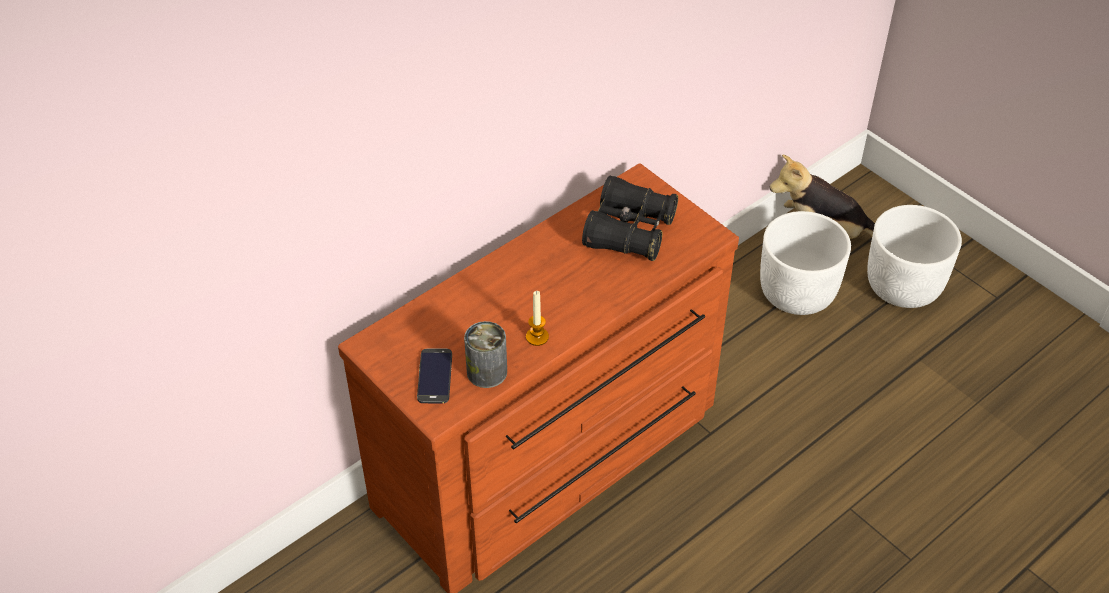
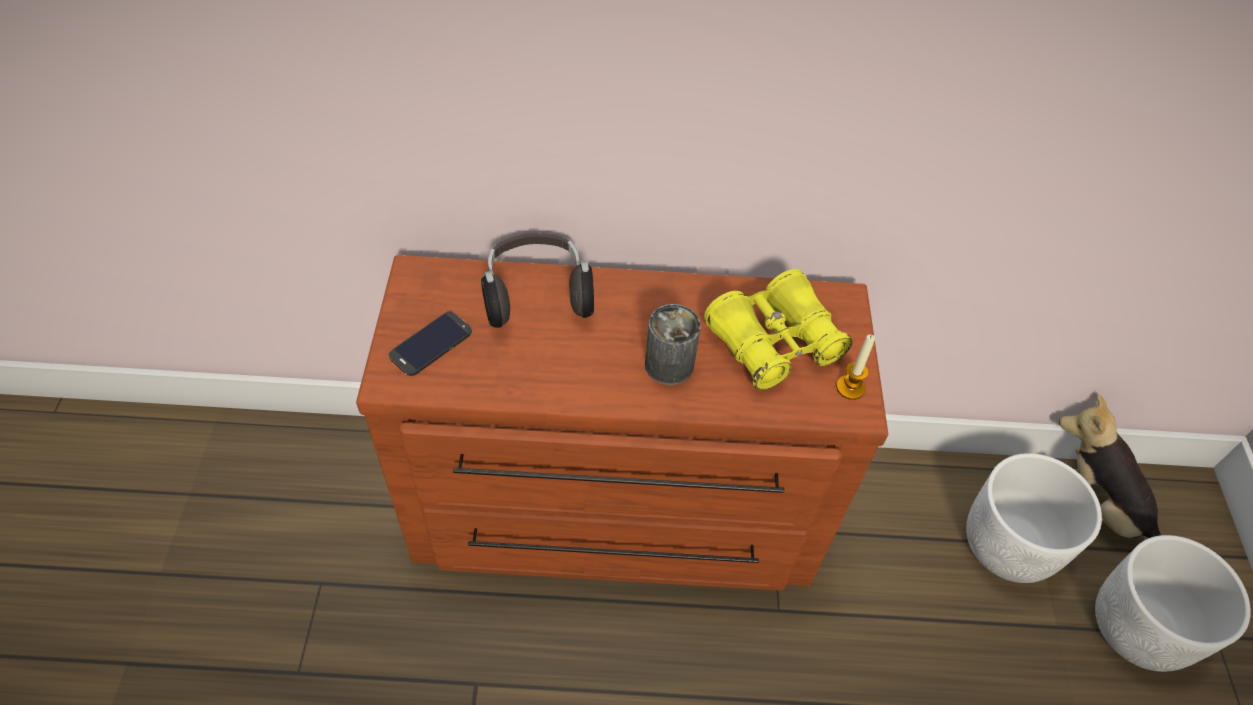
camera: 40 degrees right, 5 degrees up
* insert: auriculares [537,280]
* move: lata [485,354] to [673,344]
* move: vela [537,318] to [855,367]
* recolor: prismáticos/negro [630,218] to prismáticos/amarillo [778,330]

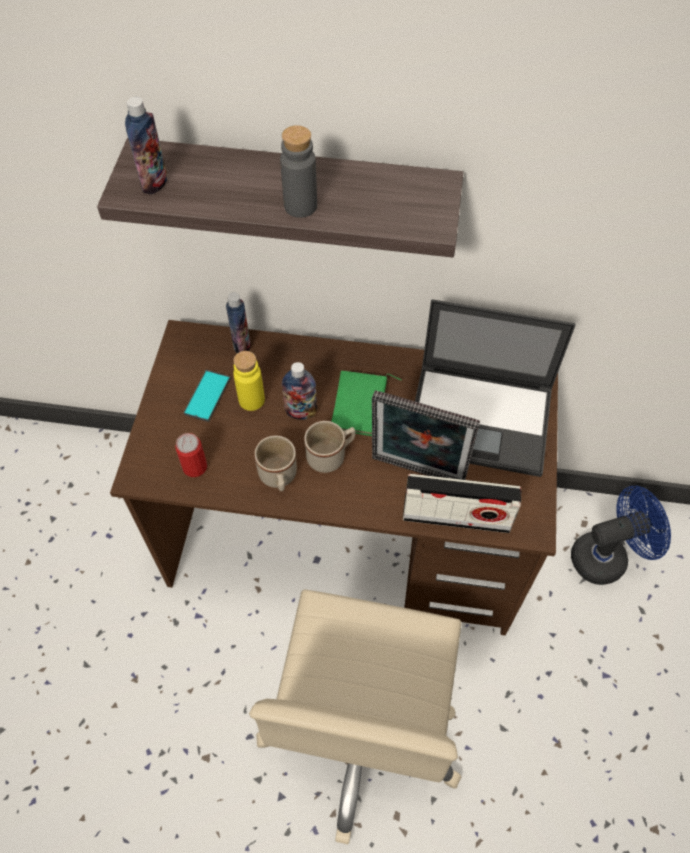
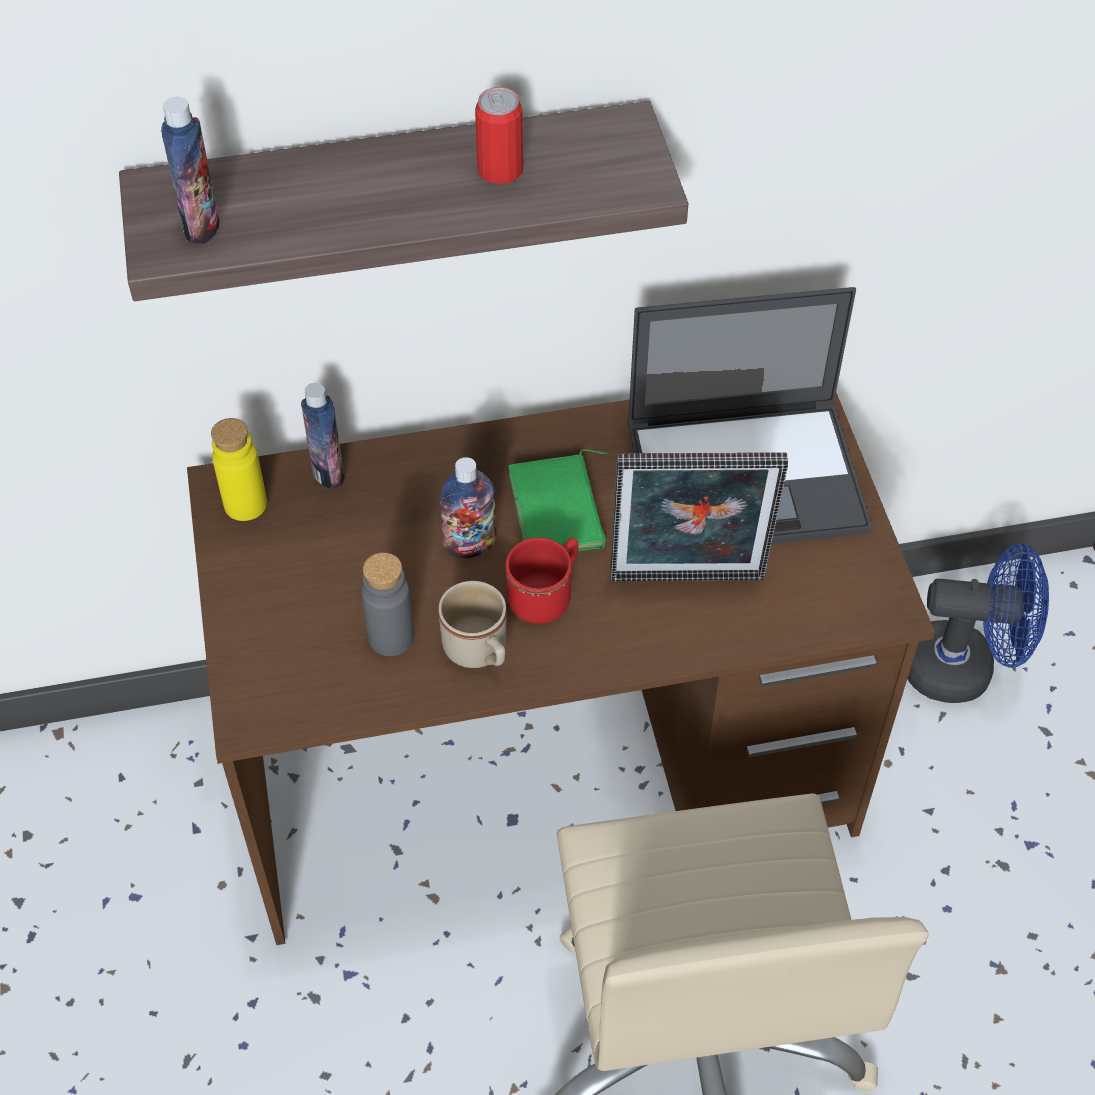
camera: 20 degrees left, 5 degrees down
* delete: móvil [207,396]
* delete: radio [462,503]
* move: lata [191,455] to [499,135]
* move: botella/amarillo [249,381] to [239,469]
* move: botella/gris [298,171] to [388,604]
* recolor: taza grande/beis [329,447] to taza grande/rojo [542,580]
* rotate: ventilador/azul [621,535] = [978,623] 45 degrees clockwise

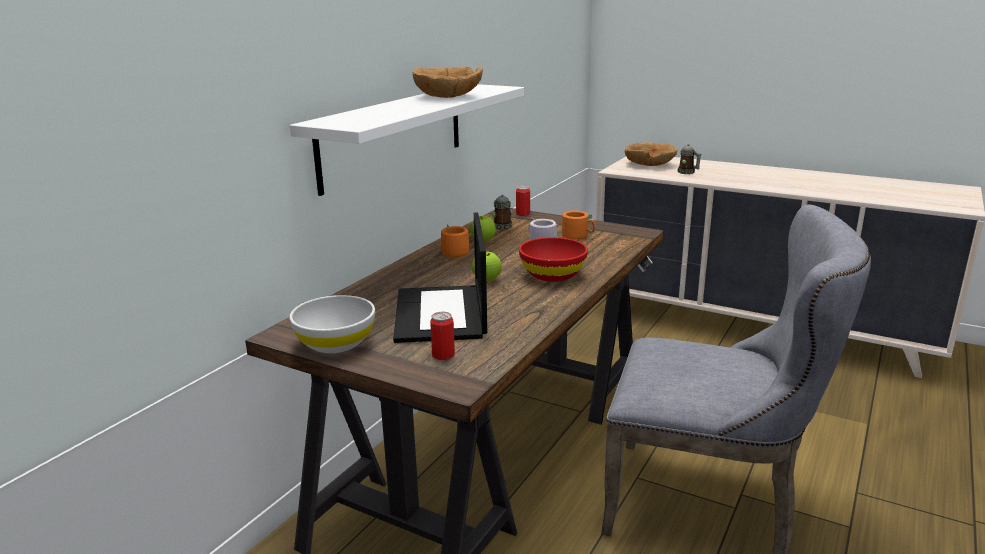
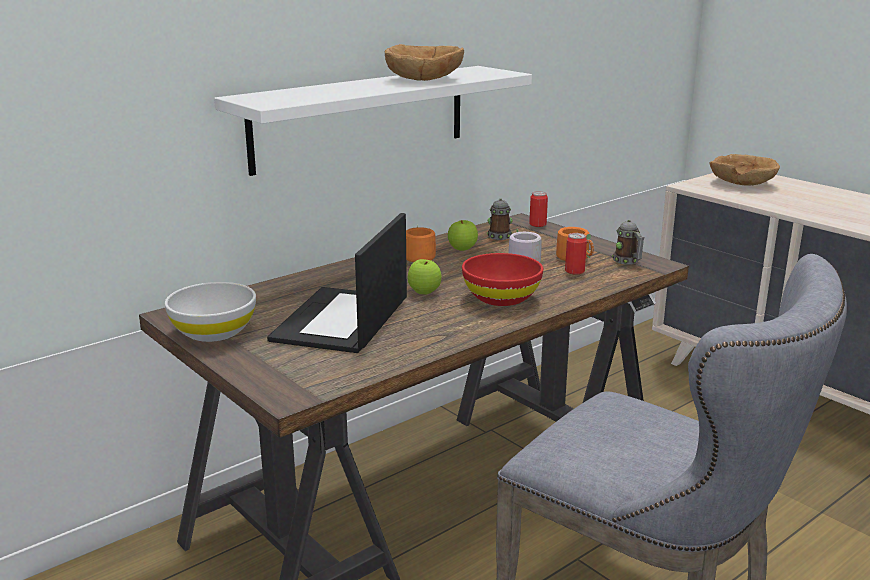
camera: 20 degrees right, 0 degrees up
* move: lata [442,336] to [576,253]
* move: taza grande [689,159] to [628,242]

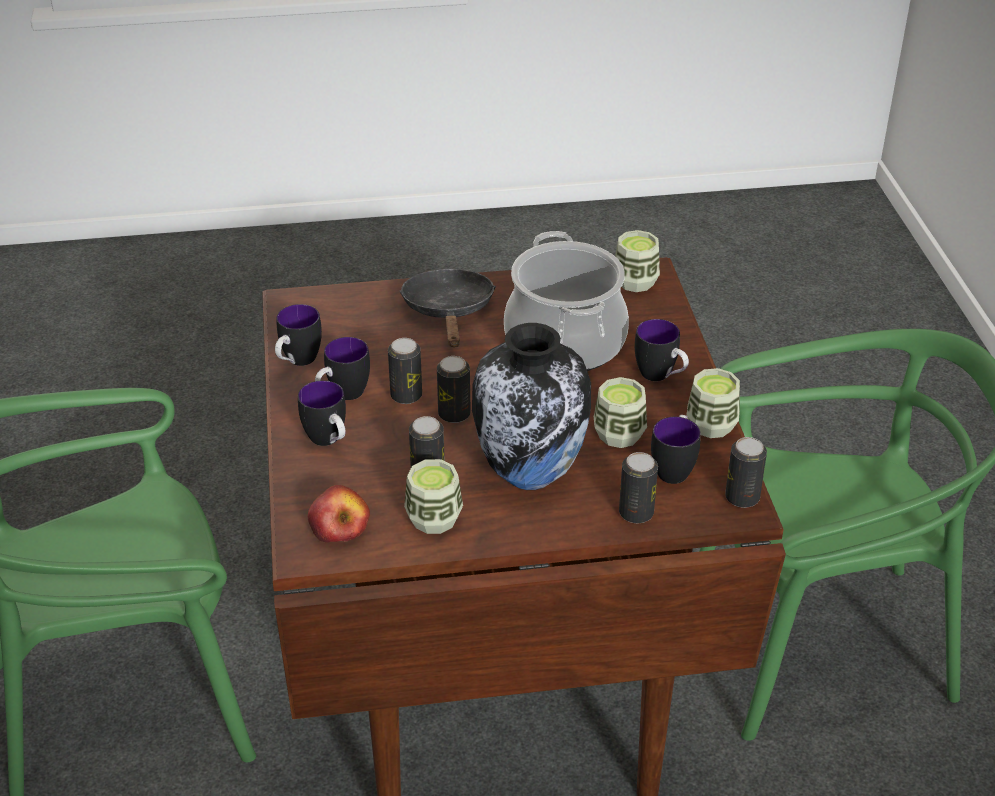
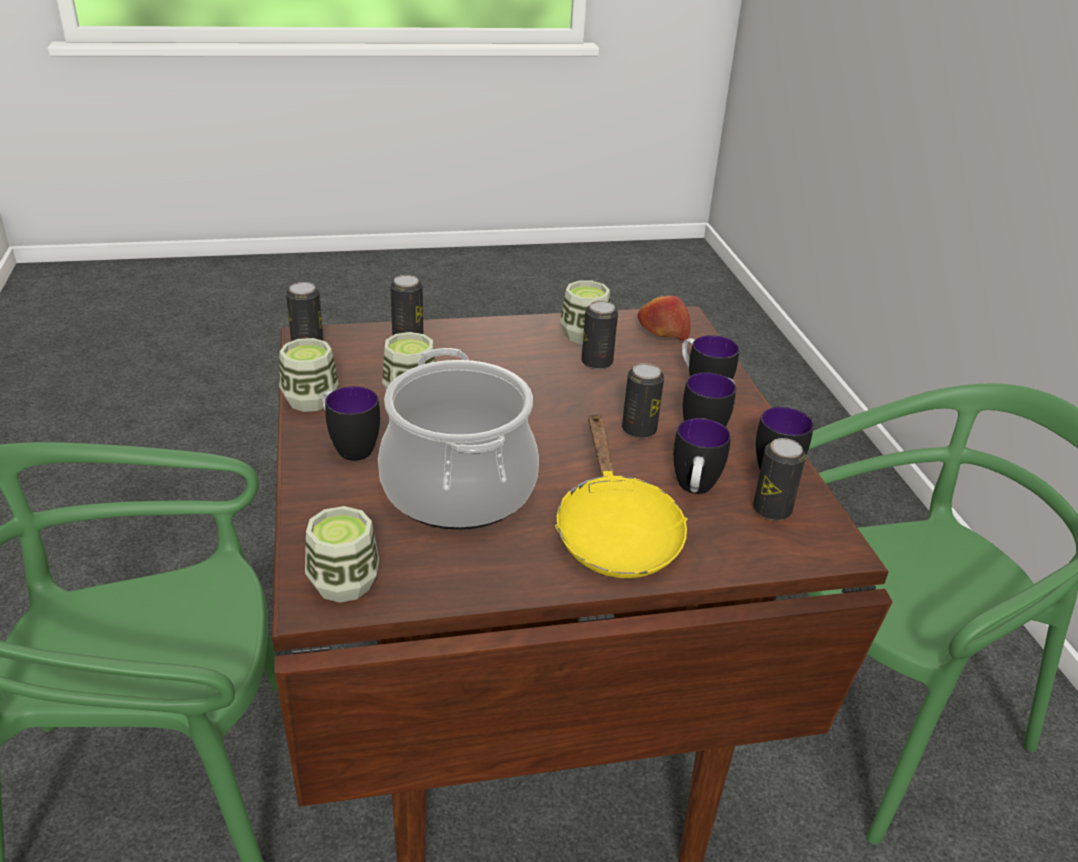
camera: 175 degrees right, 5 degrees down
* delete: florero [531,406]
* move: lata [454,389] to [779,479]
* move: taza grande [676,449] to [702,456]
* recolor: sartén/negro [447,308] to sartén/amarillo [621,495]

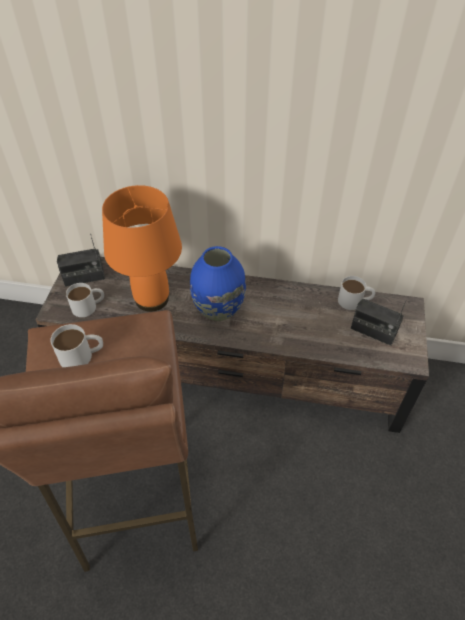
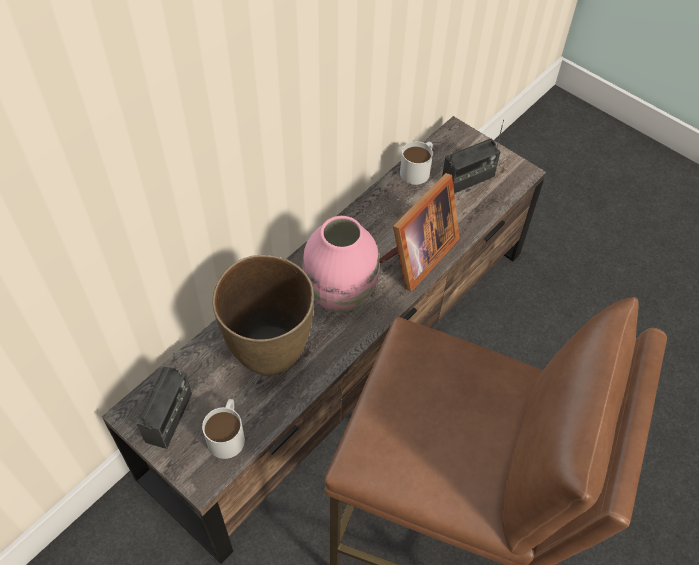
camera: 60 degrees left, 5 degrees up
* delete: taza grande/blanco [76,345]
* insert: portarretratos [419,232]
* replace: lámpara de mesa/naranja [142,248] to florero/marrón [263,315]
* recolor: florero/azul [218,283] to florero/rosa [340,264]

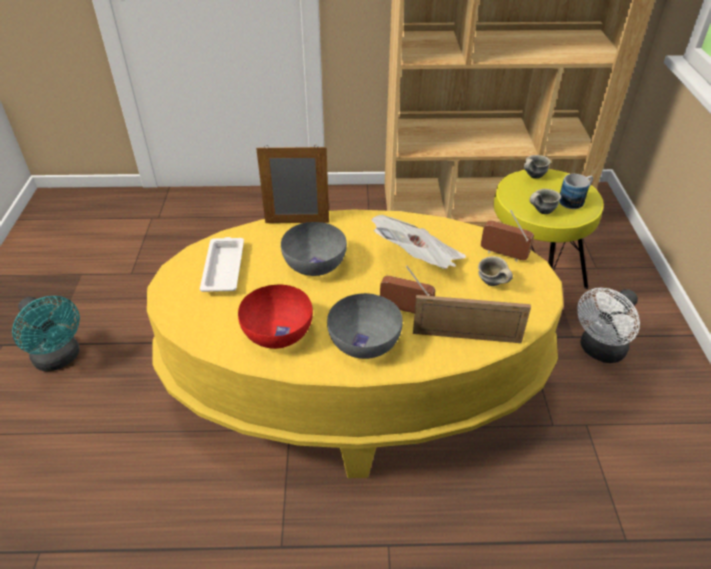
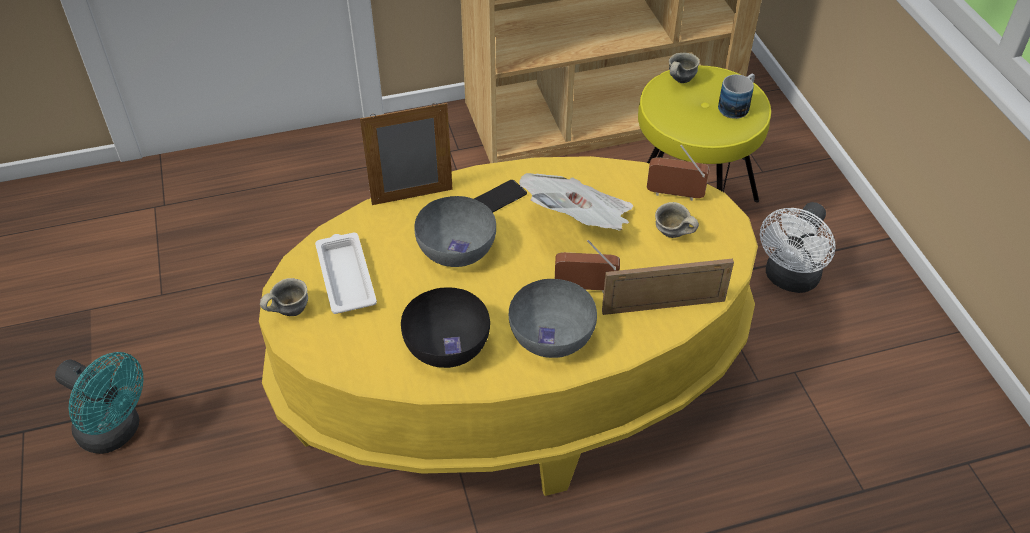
camera: 15 degrees left, 5 degrees up
* insert: móvil [500,196]
* move: taza grande/gris [545,201] to [284,297]
* recolor: cuenco/rojo [275,316] to cuenco/negro [445,327]

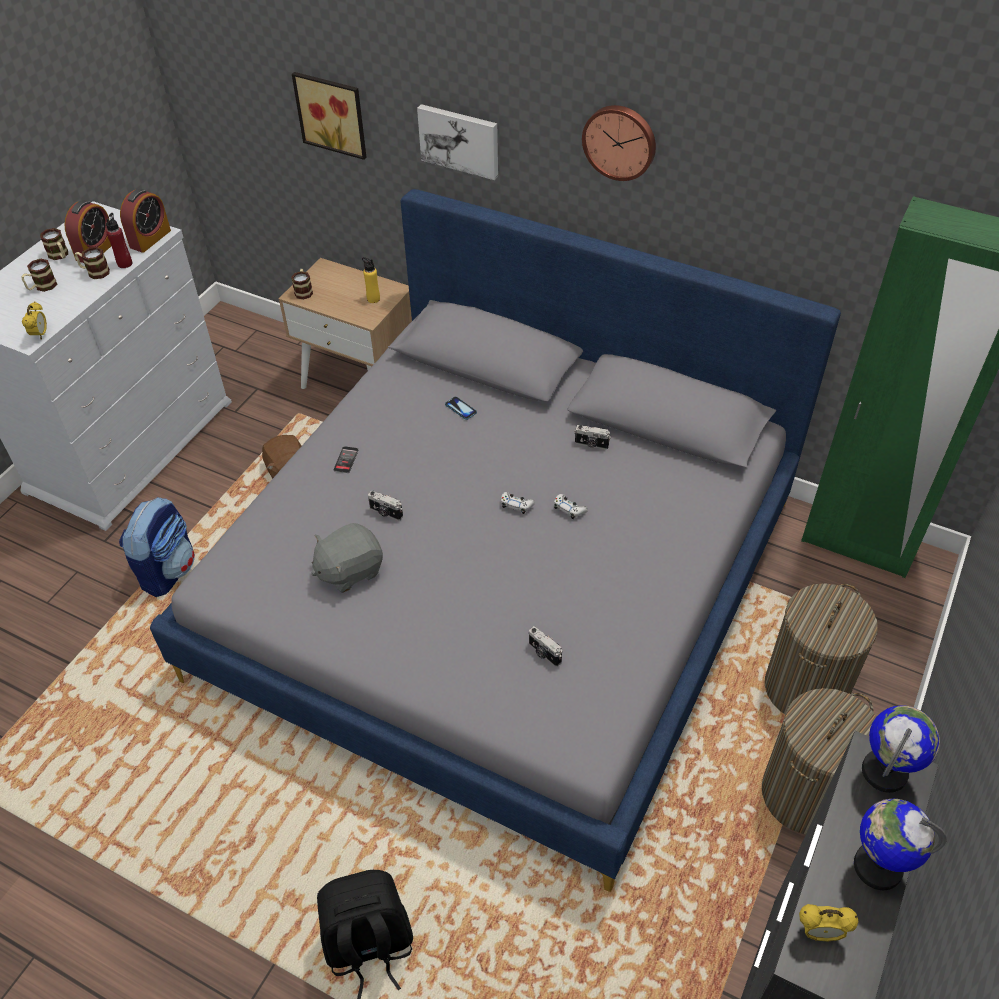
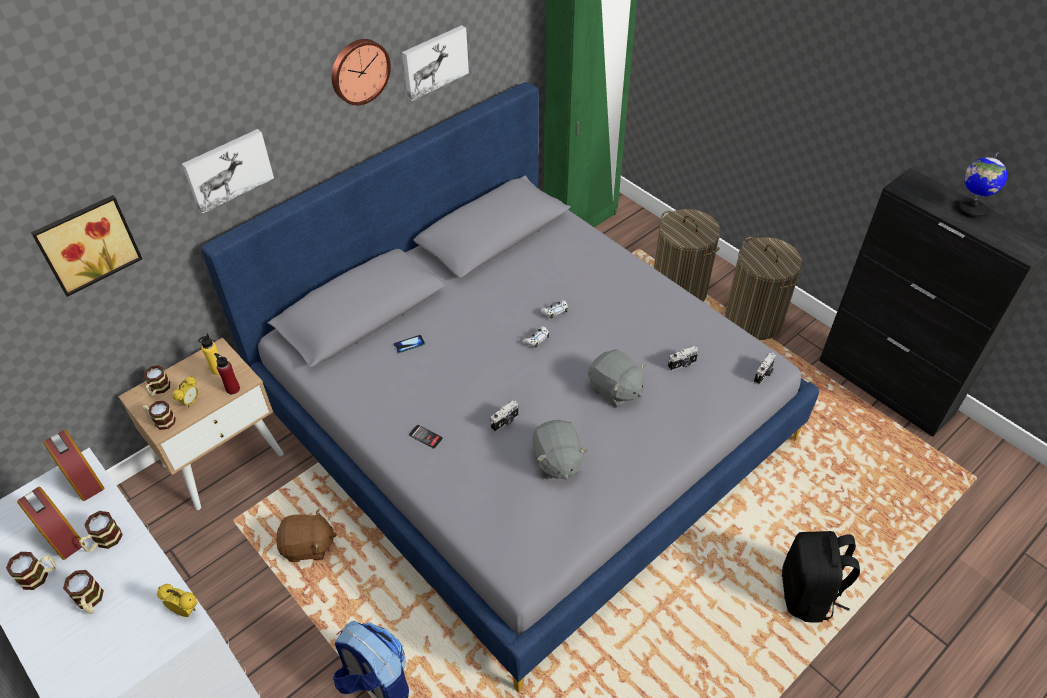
camera: 70 degrees left, 0 degrees up
* delete: globo terráqueo [901,749]
* insert: taza grande [157,381]
* insert: cuadro [435,63]
* insert: peluche/gris [617,378]
* move: botella/rojo [119,240] to [227,373]
* move: cámara [592,437] to [765,369]
* move: despertador [828,923] to [185,392]

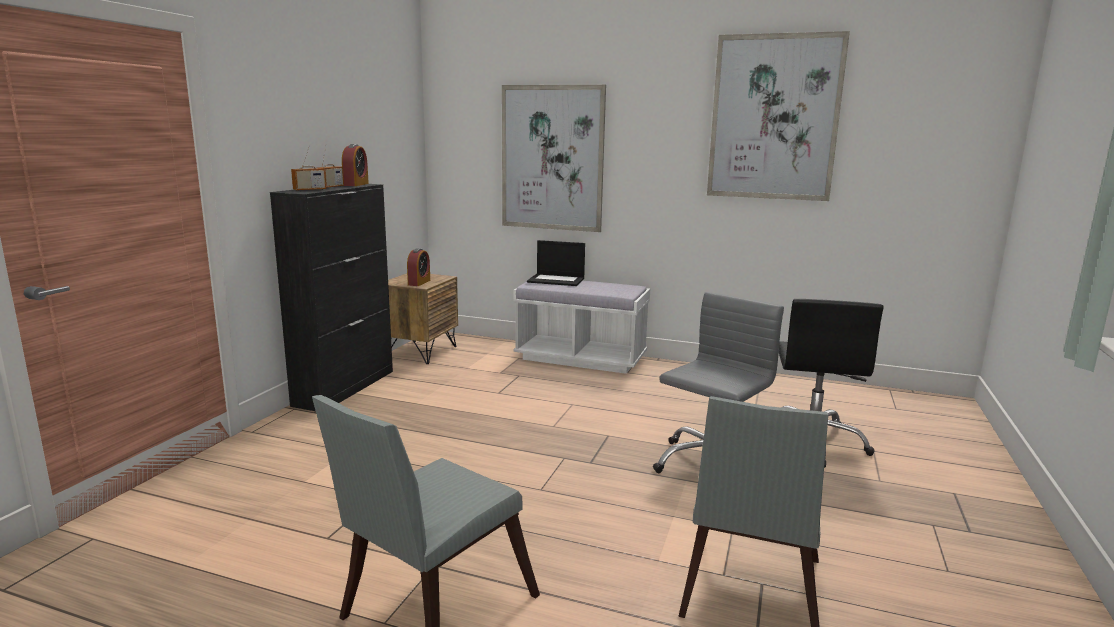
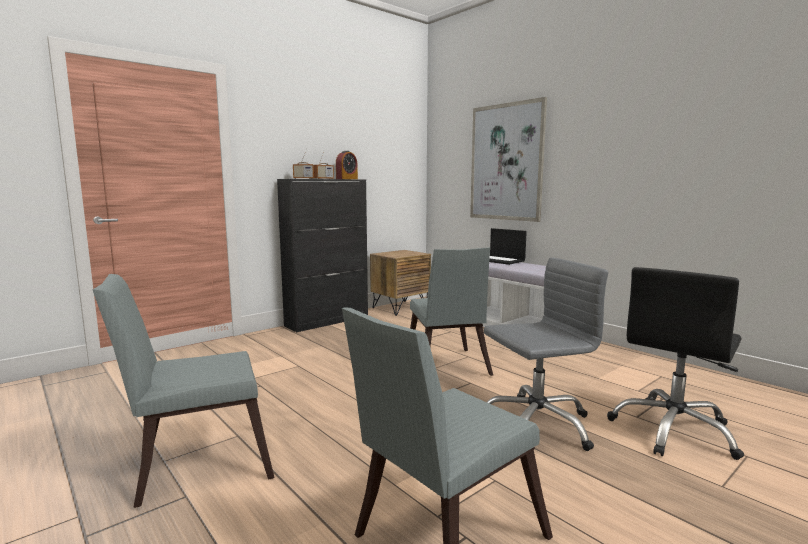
camera: 30 degrees right, 5 degrees down
* delete: despertador [418,267]
* delete: cuadro [778,116]
* insert: silla/gris [451,311]

